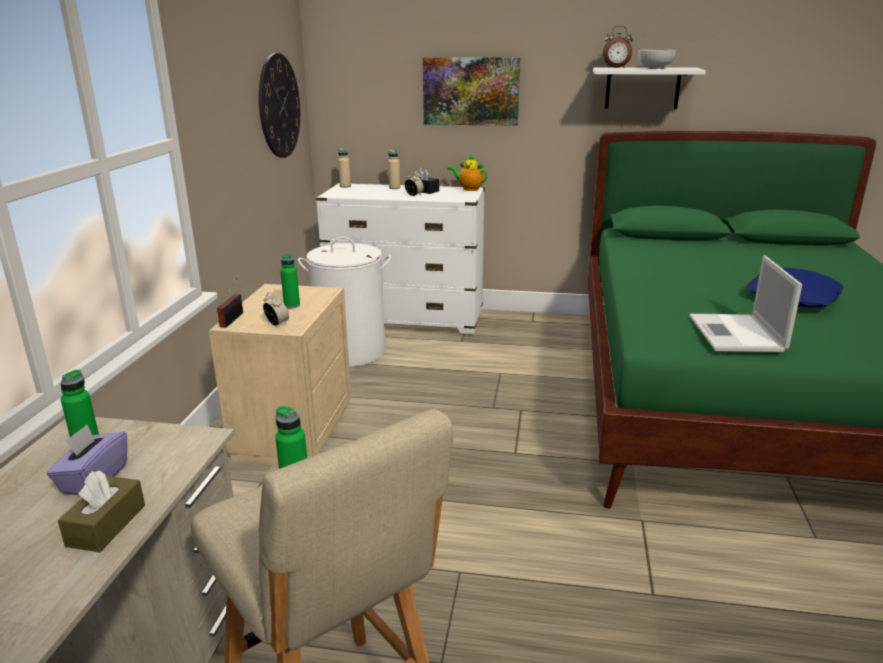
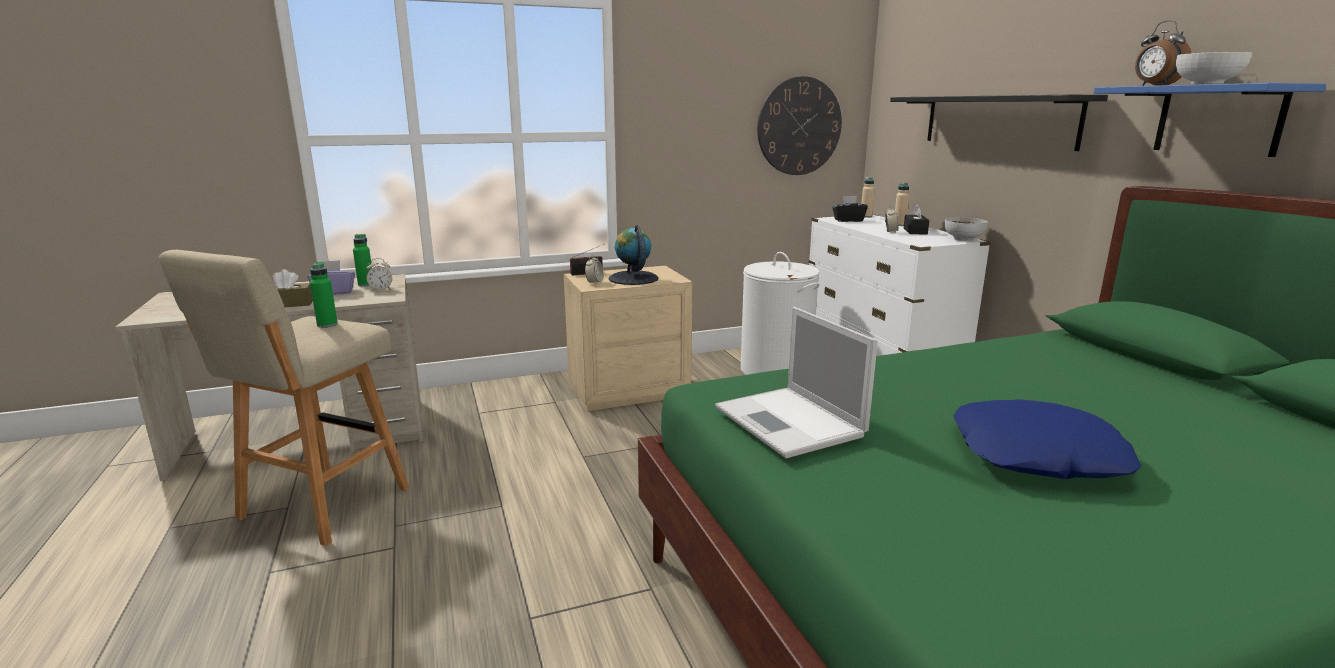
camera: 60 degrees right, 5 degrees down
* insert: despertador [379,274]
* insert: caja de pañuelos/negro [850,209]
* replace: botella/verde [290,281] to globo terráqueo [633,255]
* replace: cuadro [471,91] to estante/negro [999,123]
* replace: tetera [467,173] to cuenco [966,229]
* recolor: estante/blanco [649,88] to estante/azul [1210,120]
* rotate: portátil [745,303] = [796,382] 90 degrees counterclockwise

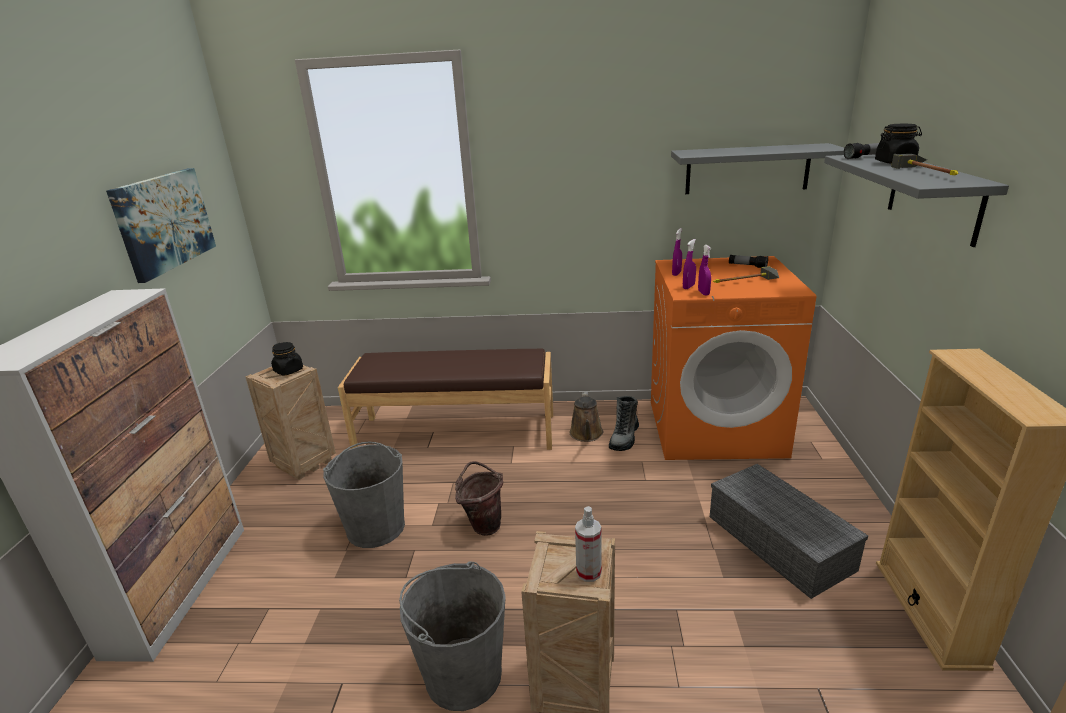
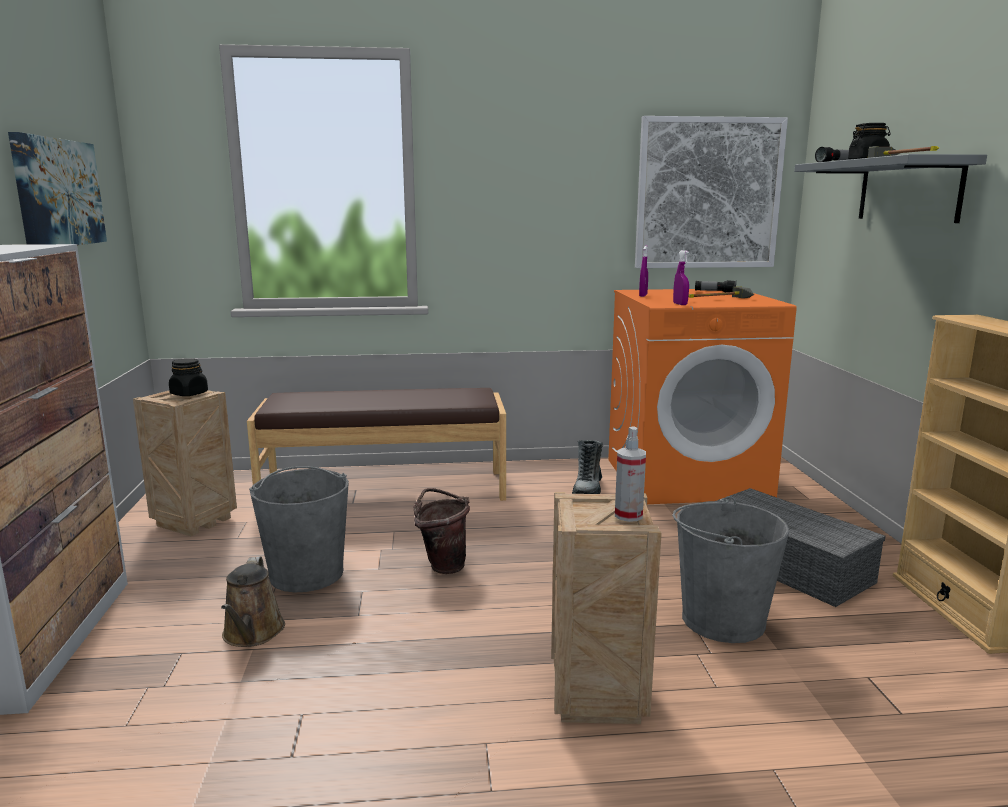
camera: 10 degrees left, 10 degrees down
* delete: pulverizador/morado [689,264]
* move: cubo/gris [452,636] to [730,569]
* move: regadera/marrón [586,417] to [253,601]
* replace: estante/gris [757,168] to cuadro [711,192]

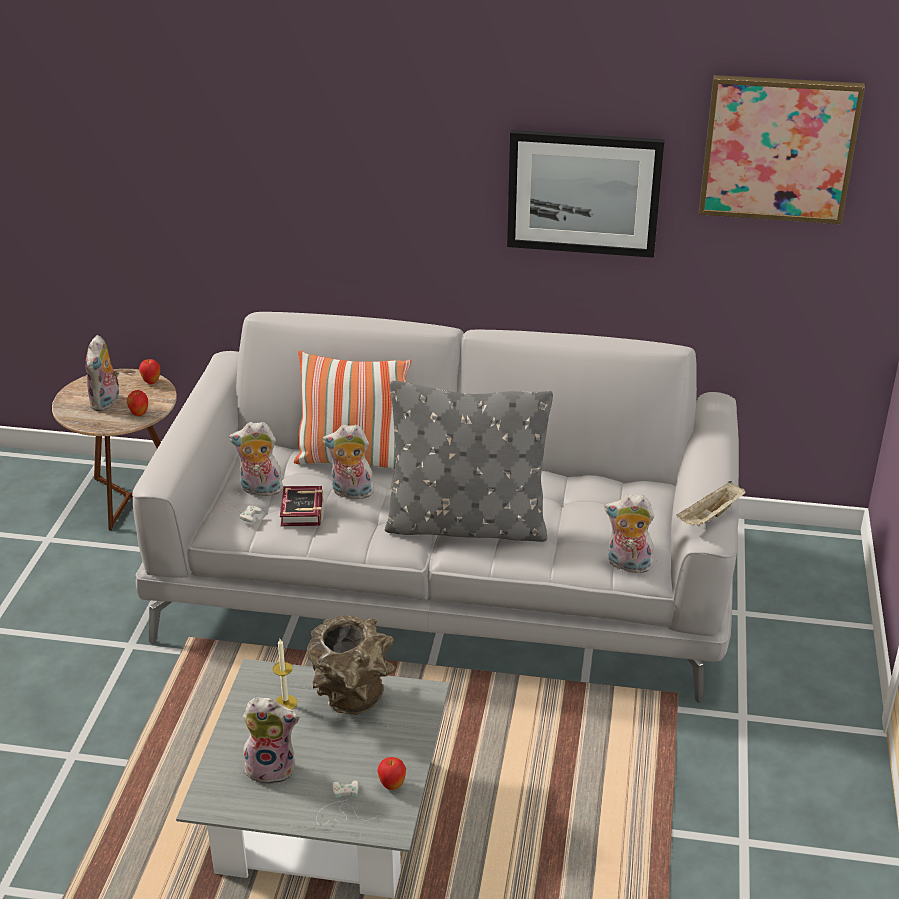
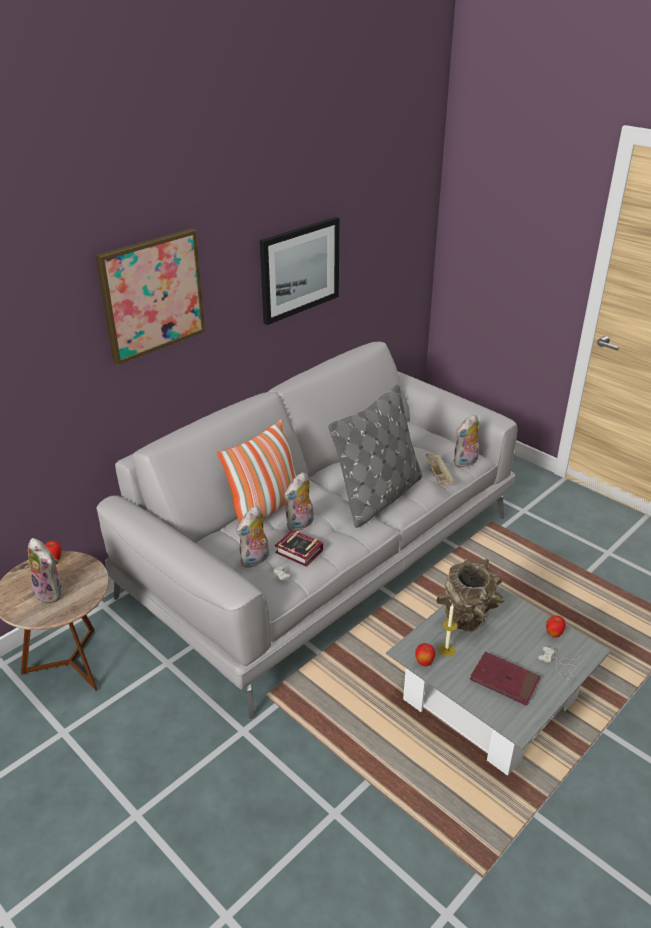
camera: 55 degrees left, 0 degrees up
* move: manzana [137,403] to [425,655]
* move: bandeja/beis [710,504] to [440,469]
* move: cuadro [782,149] to [150,296]
* replace: peluche [271,741] to libro/rojo [505,679]

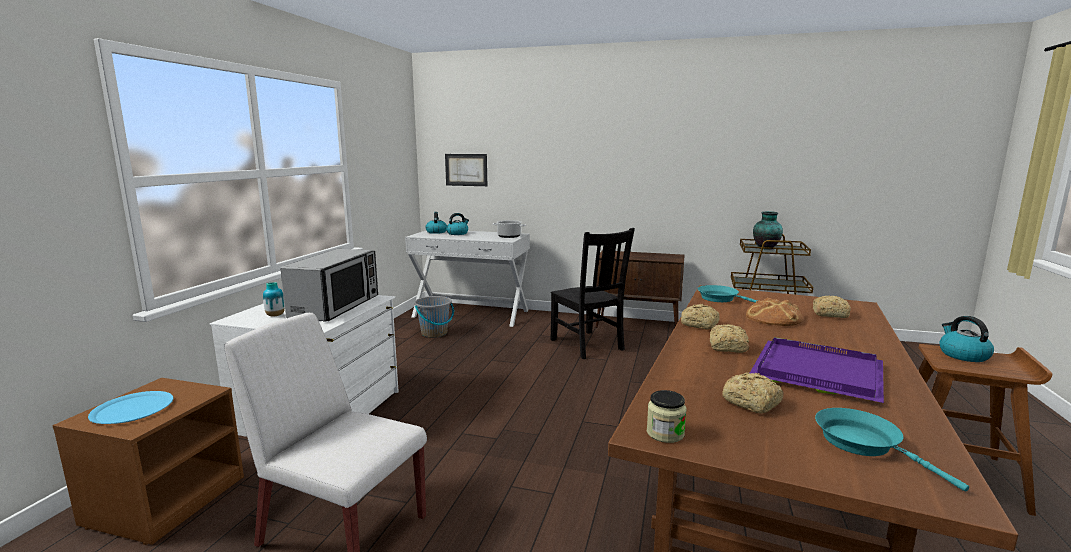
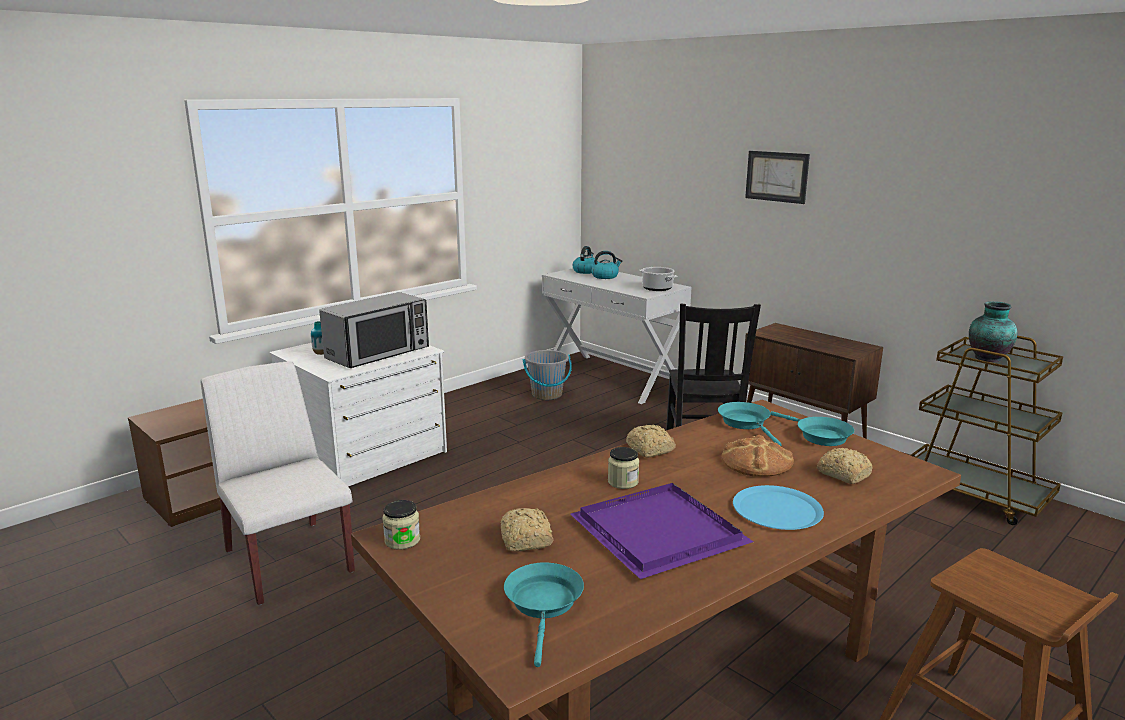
camera: 30 degrees right, 5 degrees up
* delete: hervidor [966,339]
* insert: sartén/turquesa [812,428]
* move: plato/azul [130,407] to [778,507]
* move: cuadro [466,170] to [777,177]
* replace: pan [729,338] to tarro [623,468]

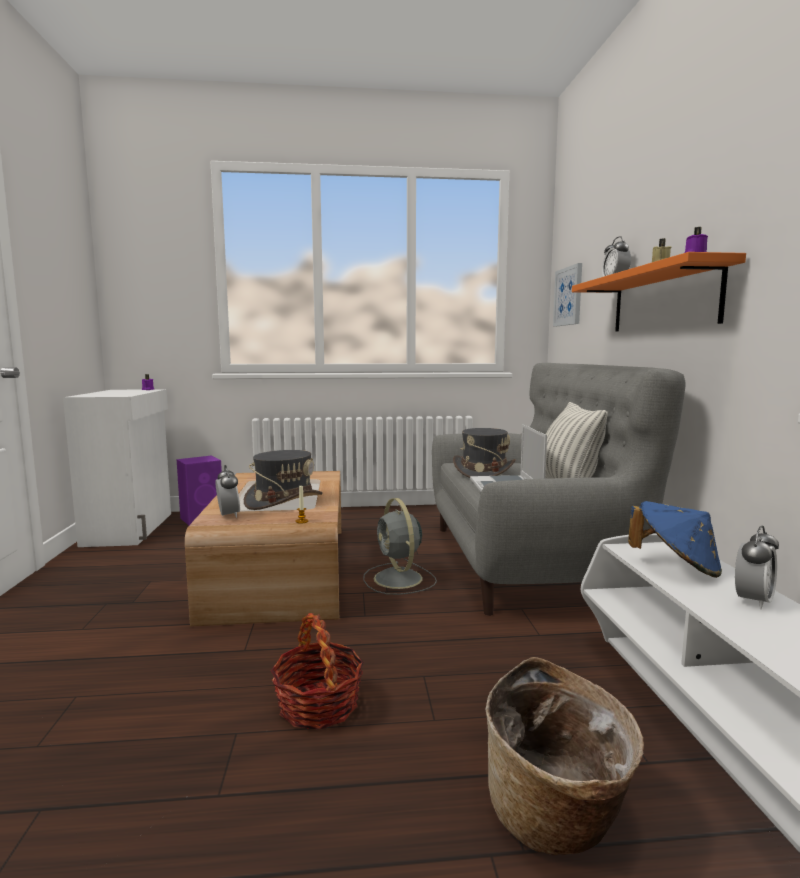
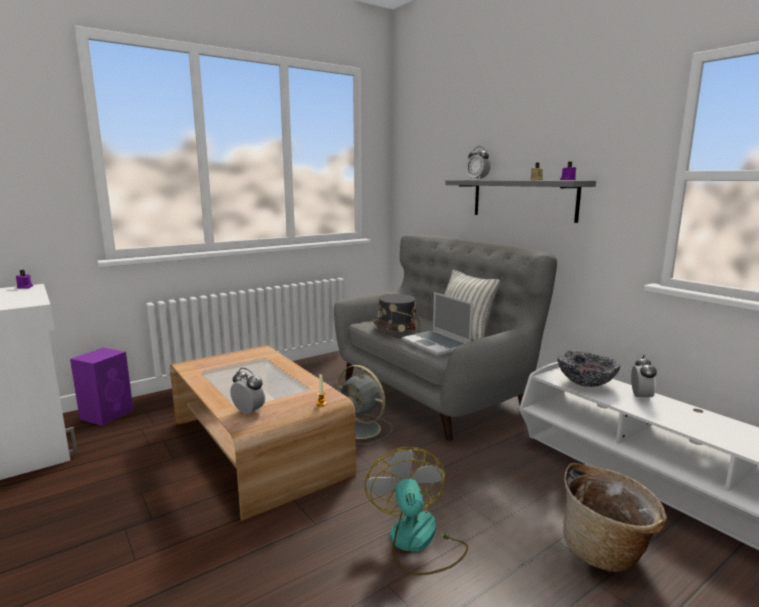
camera: 30 degrees left, 5 degrees up
* delete: sombrero/gris [283,480]
* delete: cuadro [567,294]
* replace: cesta [317,671] to ventilador [417,511]
* replace: sombrero/azul [675,539] to cuenco [589,368]
* recolor: estante/naranja [659,292] to estante/gris [520,201]

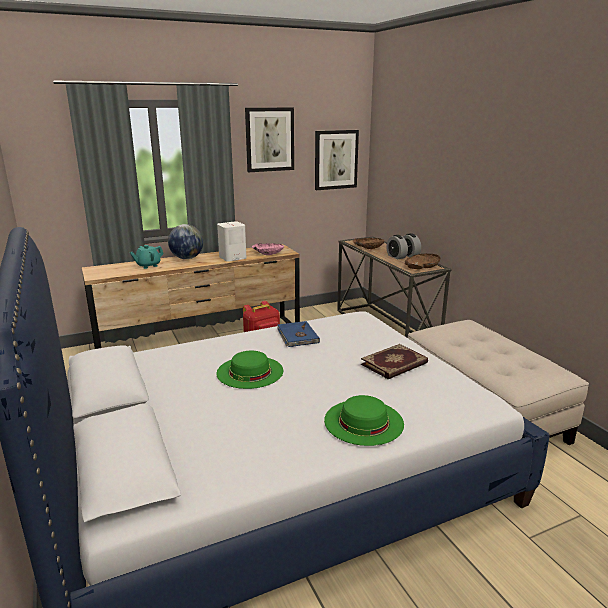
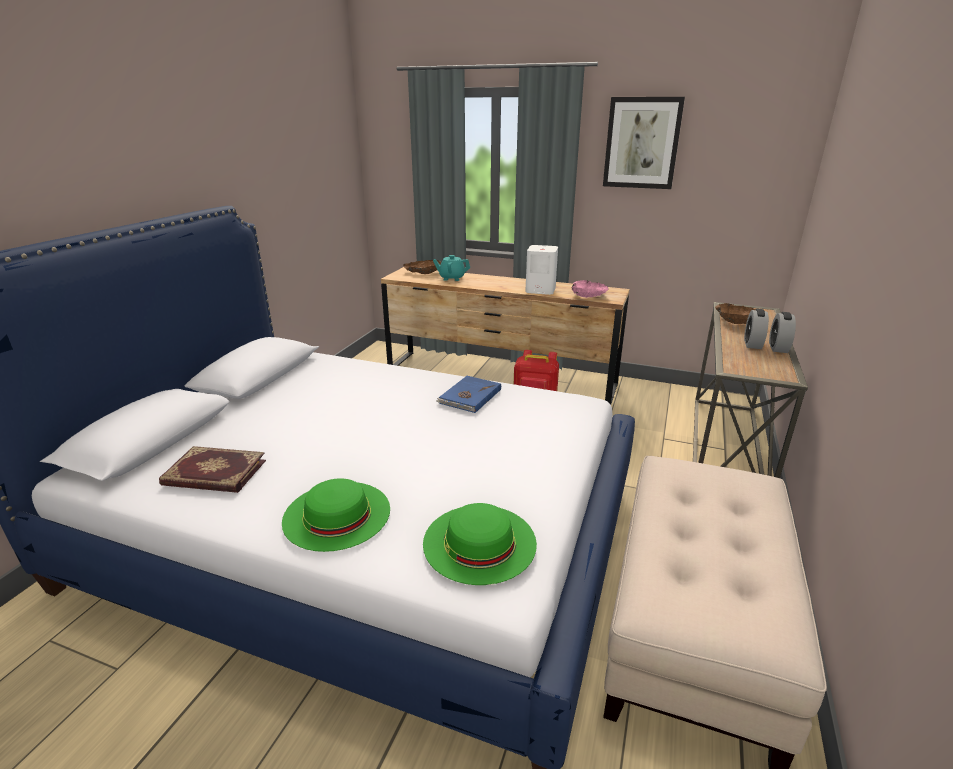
camera: 45 degrees right, 5 degrees up
* delete: globo terráqueo [185,241]
* delete: cuadro [337,160]
* move: sombrero/verde [250,370] to [480,544]
* move: libro [394,361] to [212,469]
* move: cuenco/marrón [423,261] to [422,267]

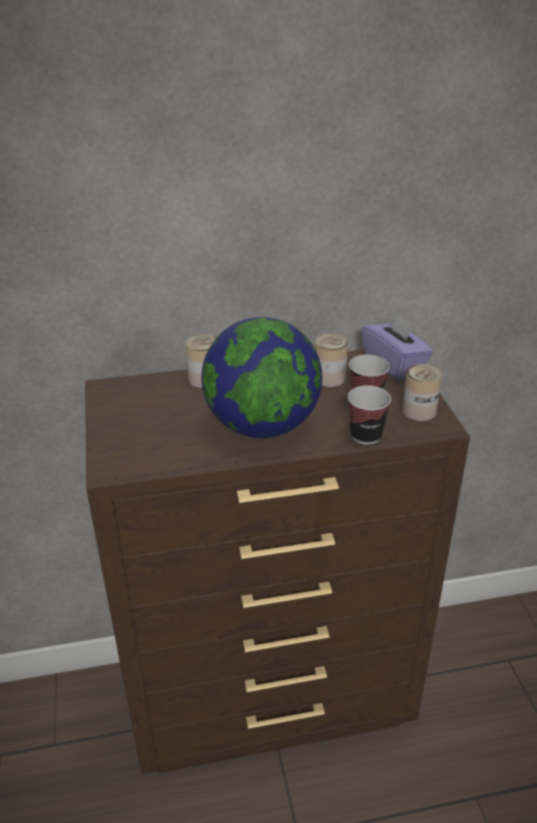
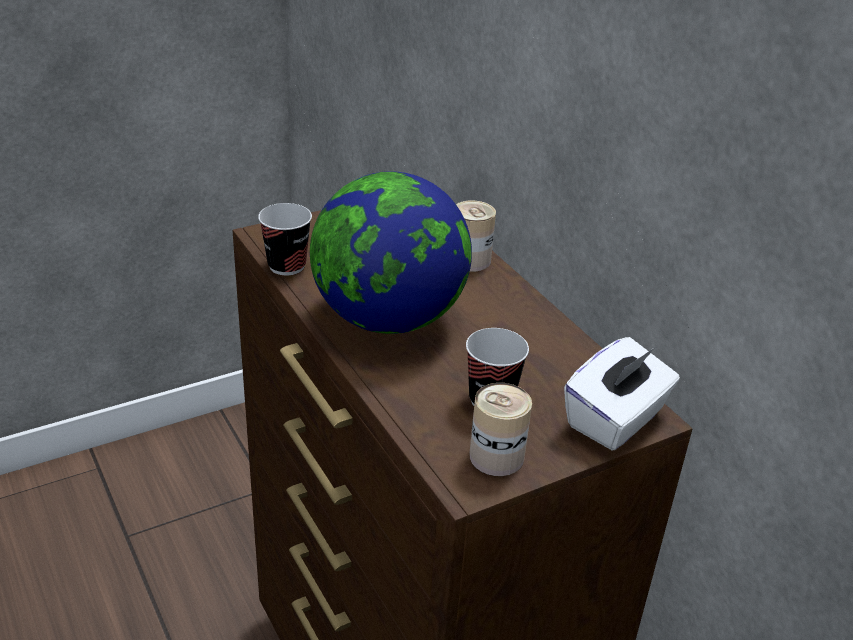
camera: 70 degrees right, 0 degrees up
* delete: lata [331,360]
* move: taza [369,415] to [285,239]
* recolor: caja de pañuelos/morado [397,346] to caja de pañuelos/blanco [622,393]

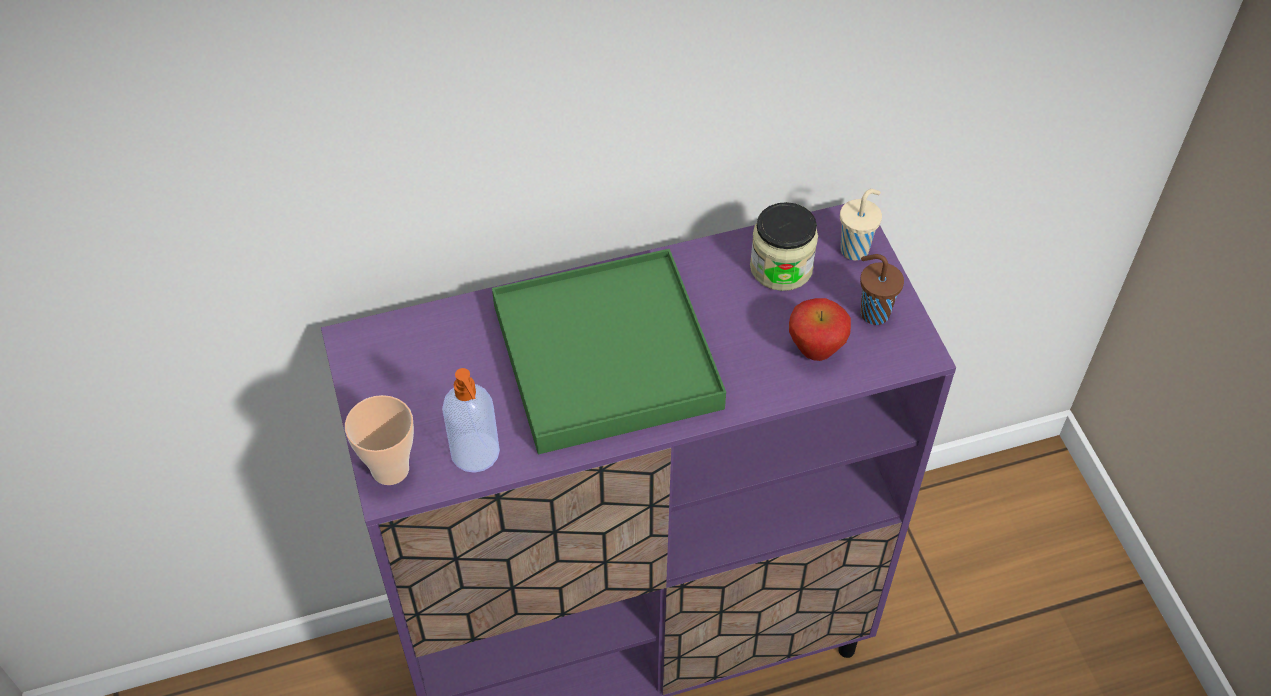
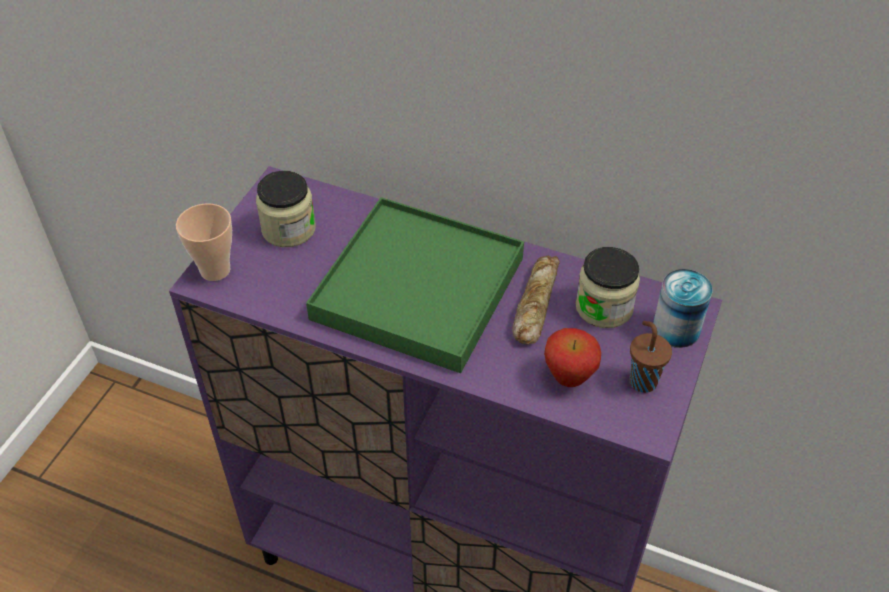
camera: 40 degrees right, 5 degrees down
* delete: dispensador de jabón [471,420]
* insert: tarro [286,209]
* insert: pan [536,300]
* replace: taza/beis [861,225] to lata [683,308]

